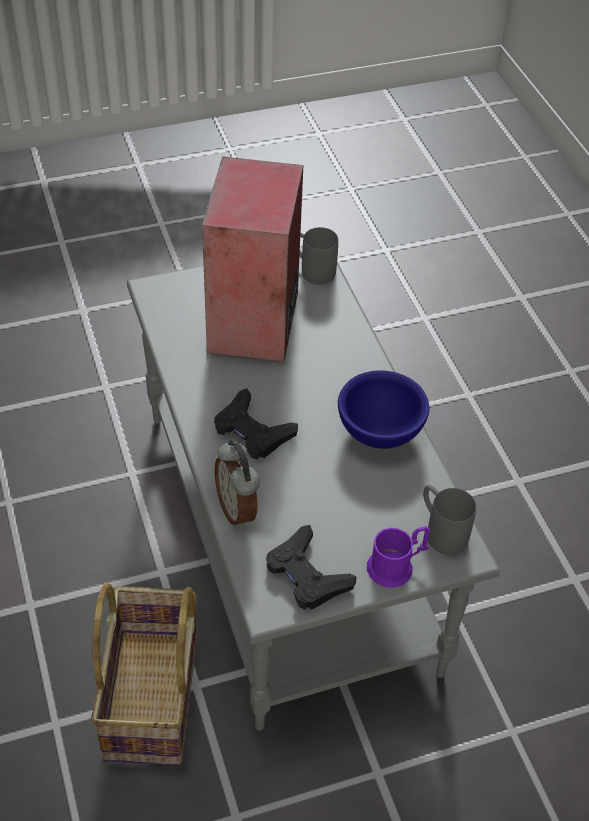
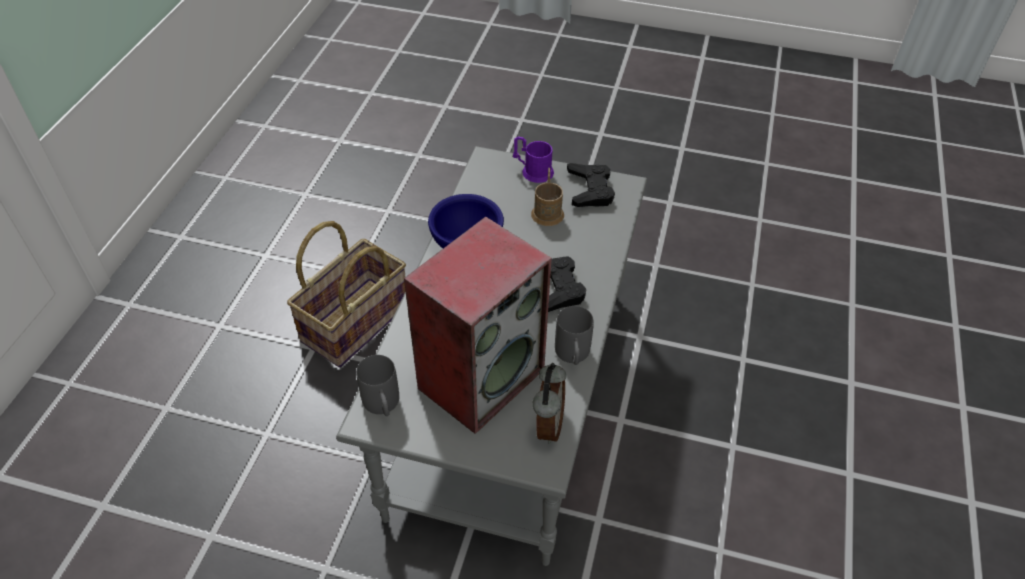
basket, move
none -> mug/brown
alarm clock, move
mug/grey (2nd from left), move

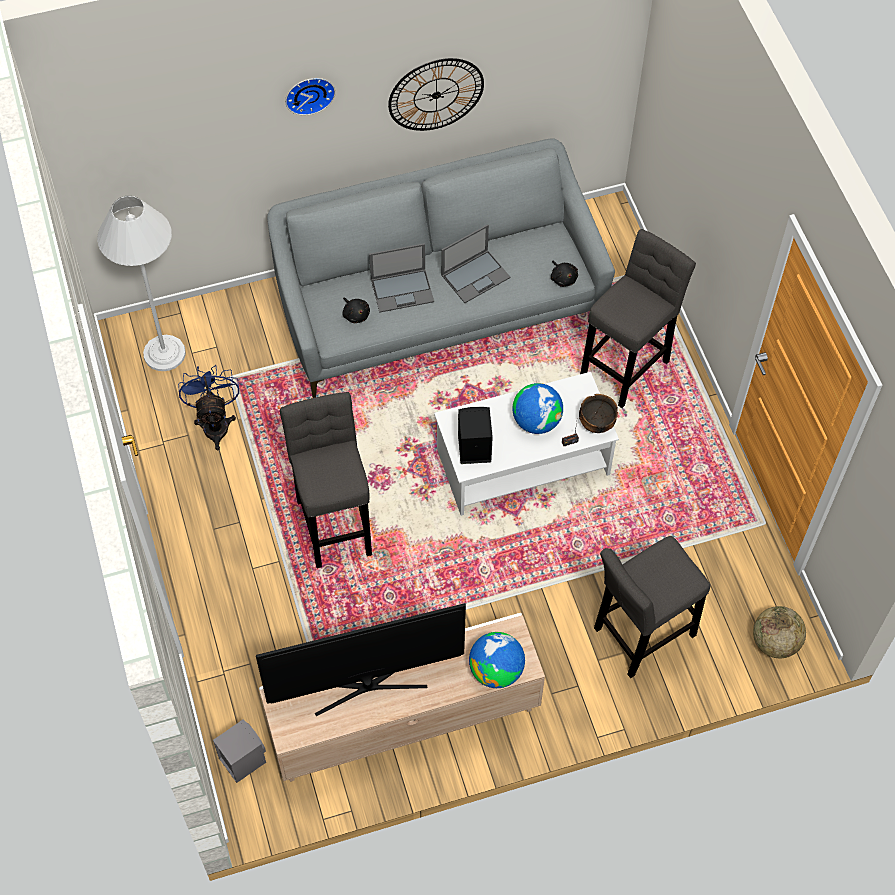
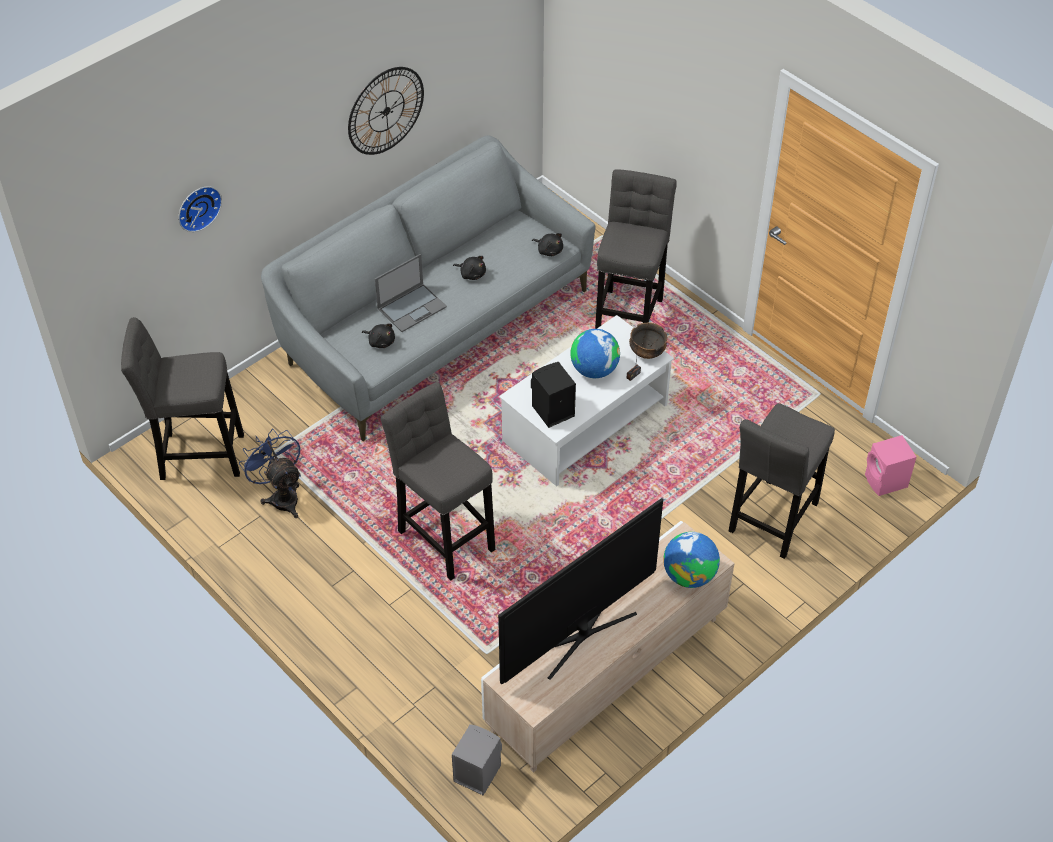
floor lamp/white -> stool/grey (1st from left)
wall clock (1st from left), move
laptop (2nd from left) -> plush toy/black (2nd from left)
globe (3rd from left) -> speaker/pink

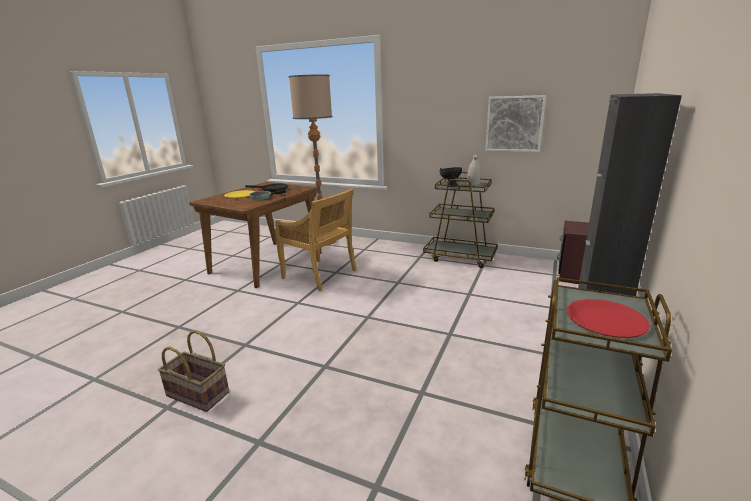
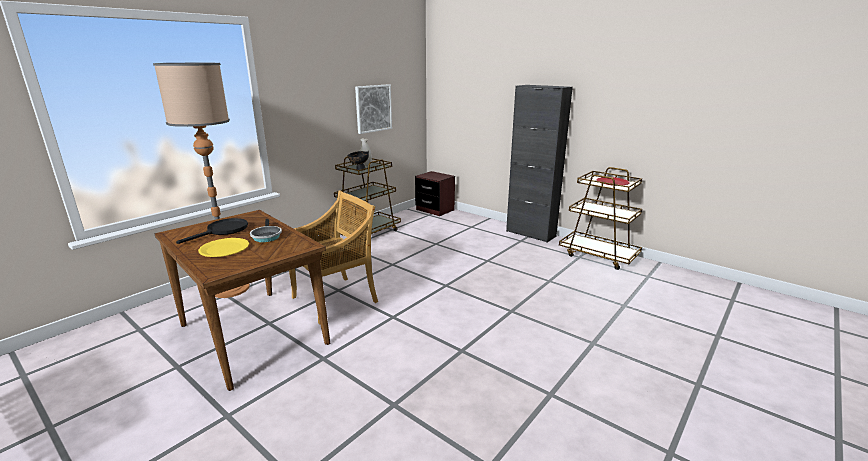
basket -> none

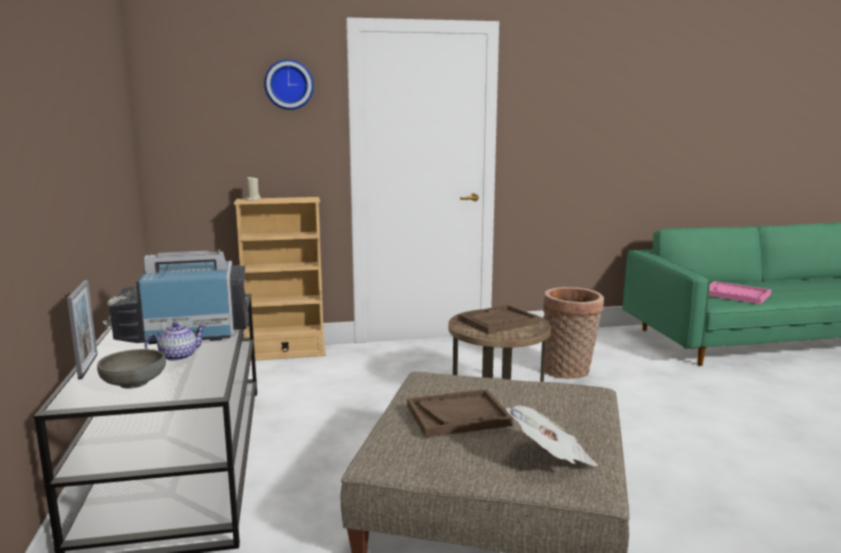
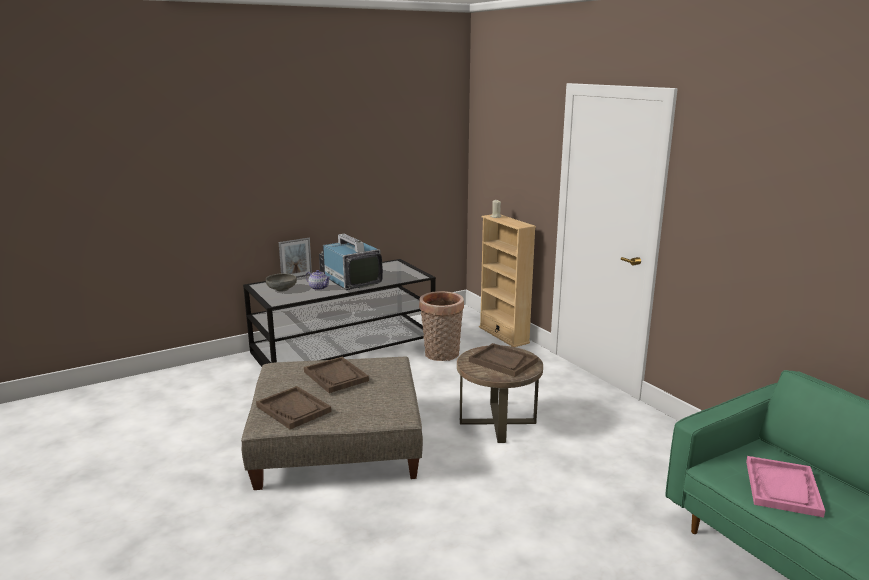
newspaper -> tray/brown (1st from left)
basket, move
wall clock -> none

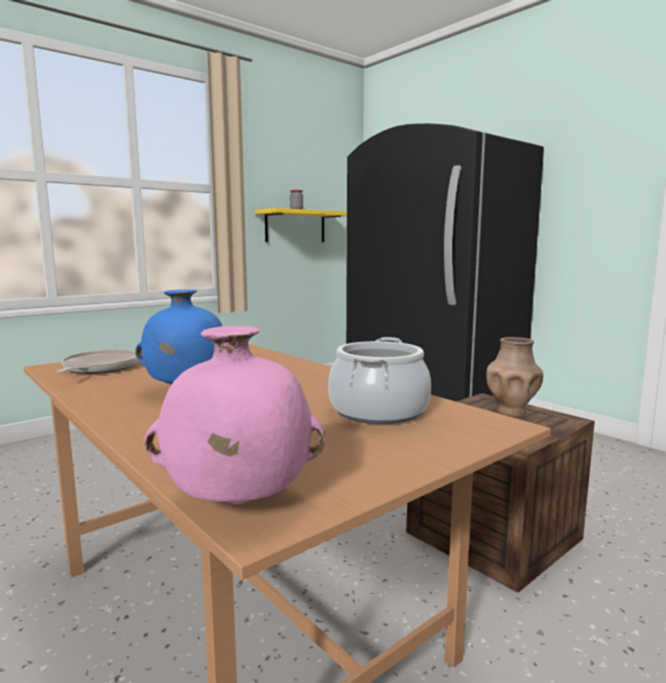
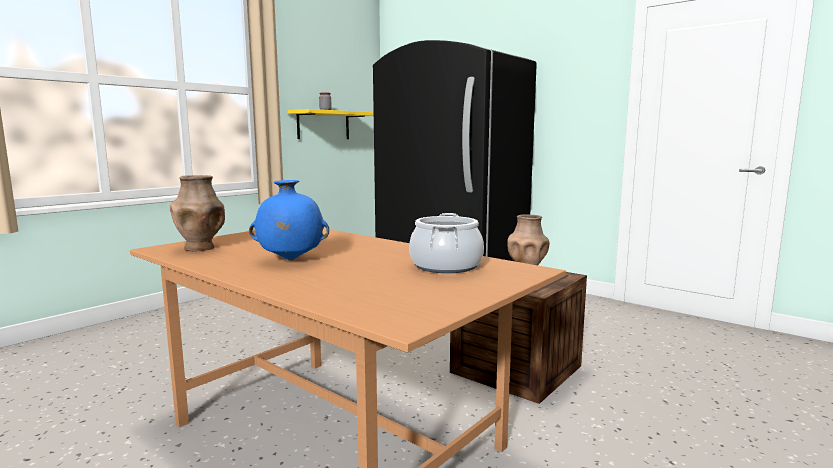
frying pan -> vase/brown (1st from left)
vase/pink -> none

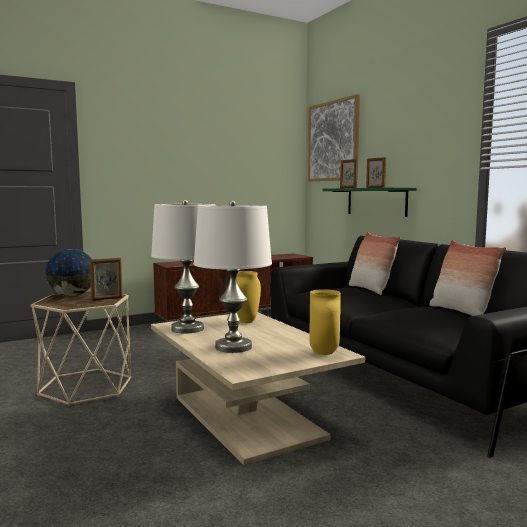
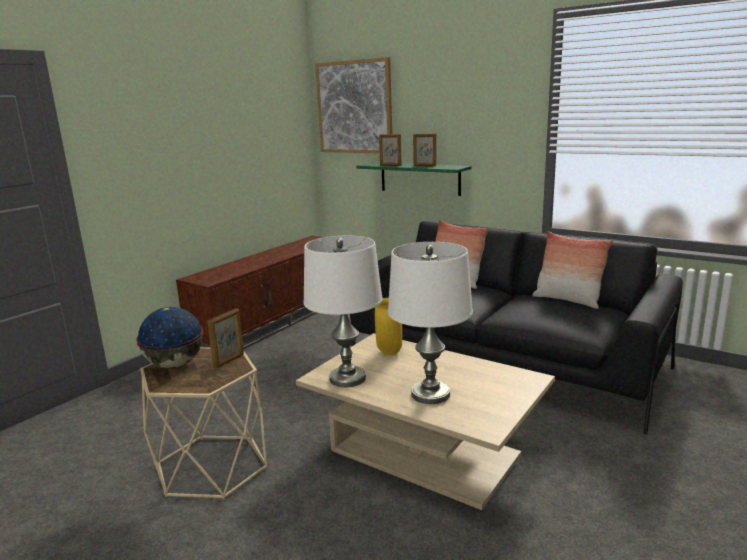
vase/yellow (2nd from left) -> none

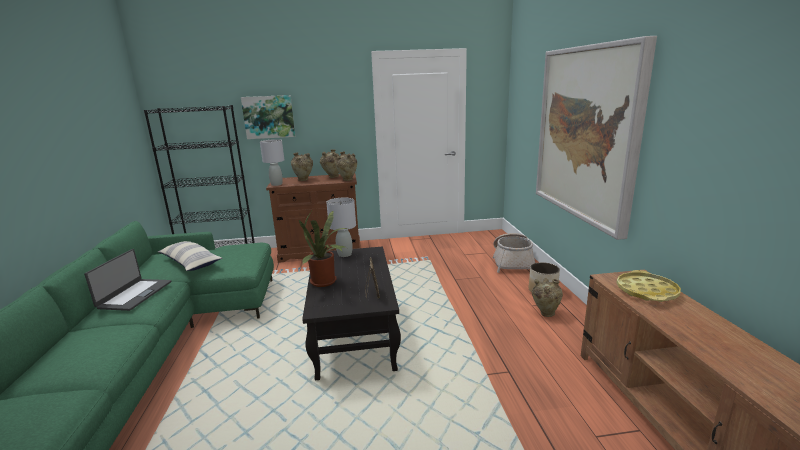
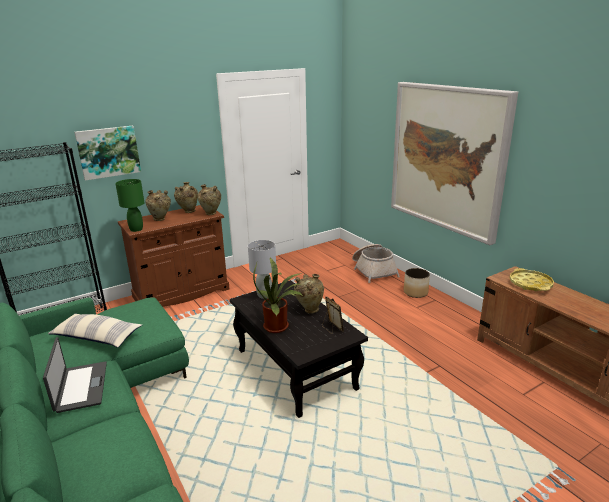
table lamp/grey (1st from left) -> table lamp/green
vase/beige (4th from left), move

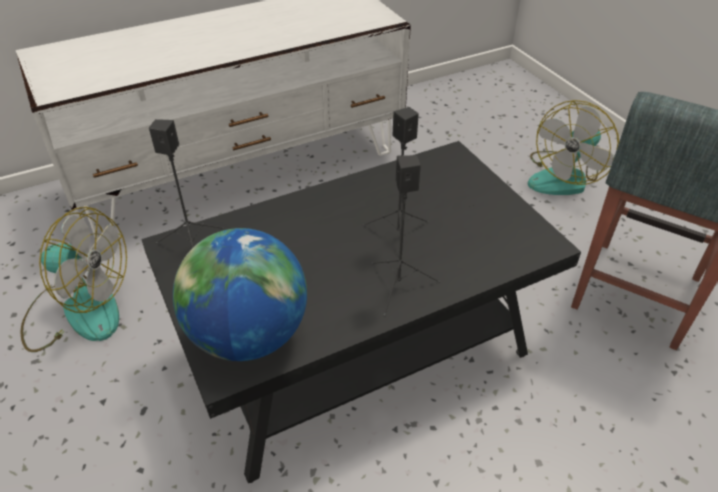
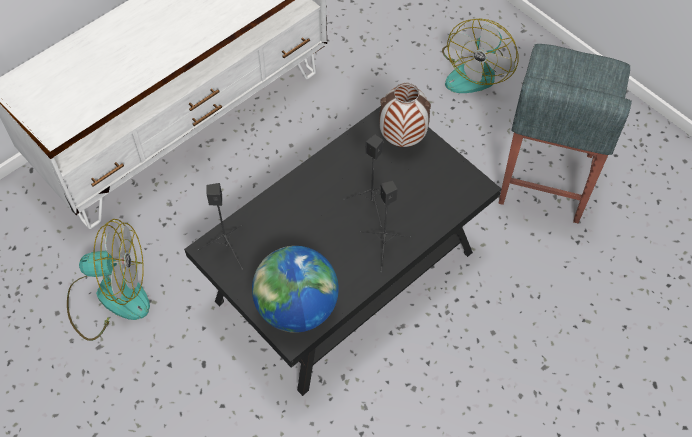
none -> vase

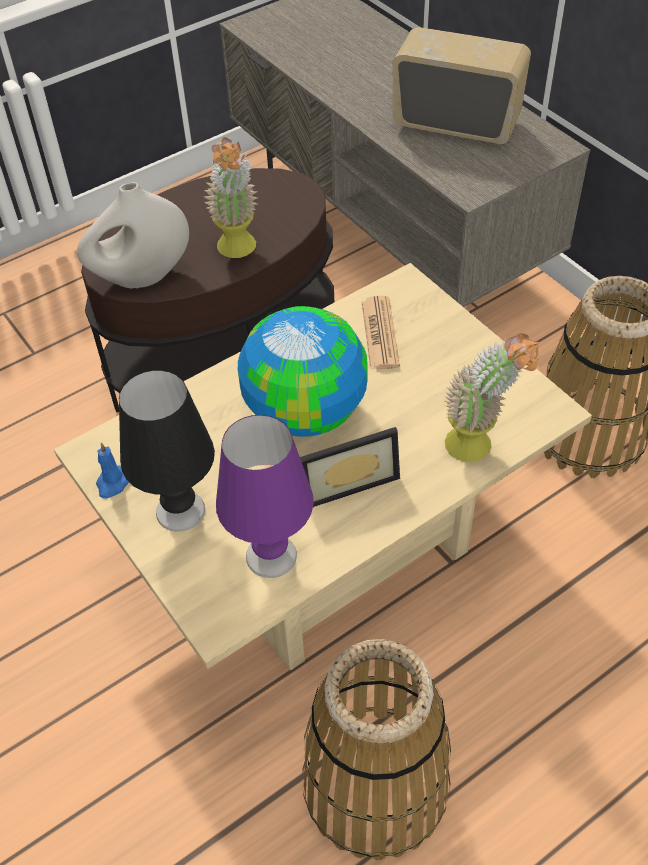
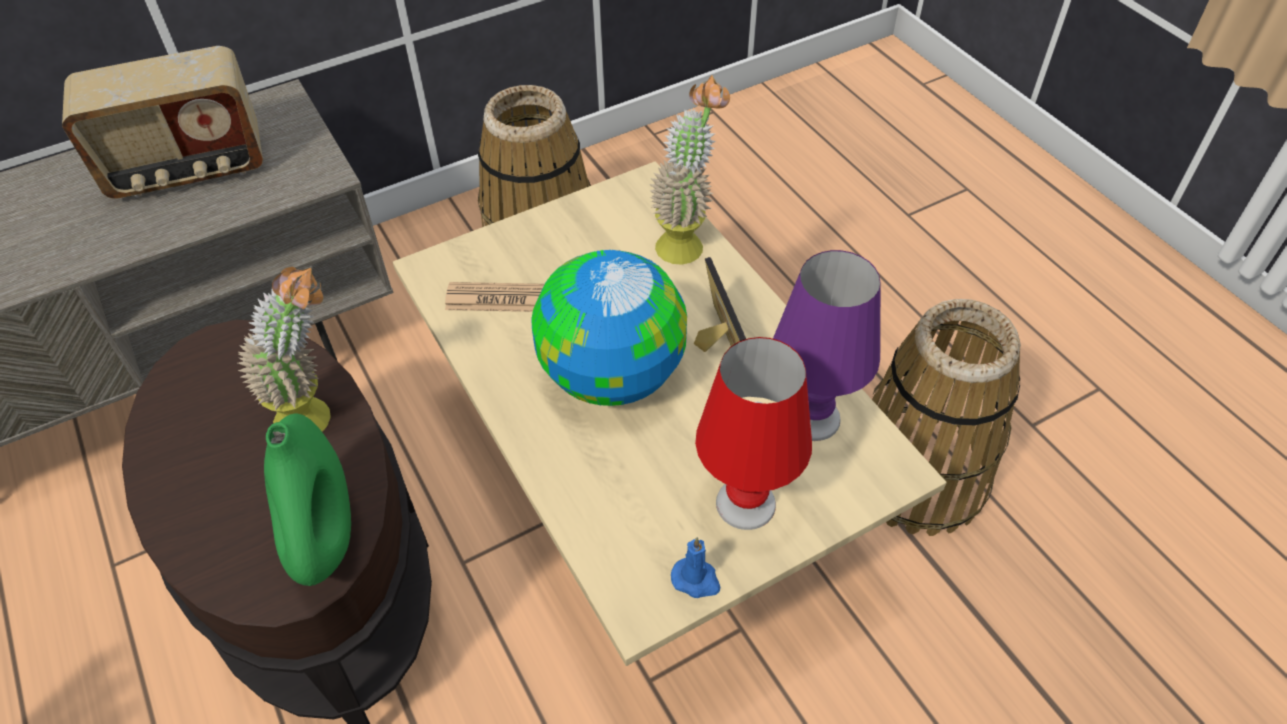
radio, 135 degrees counterclockwise
vase/white -> vase/green
table lamp/black -> table lamp/red

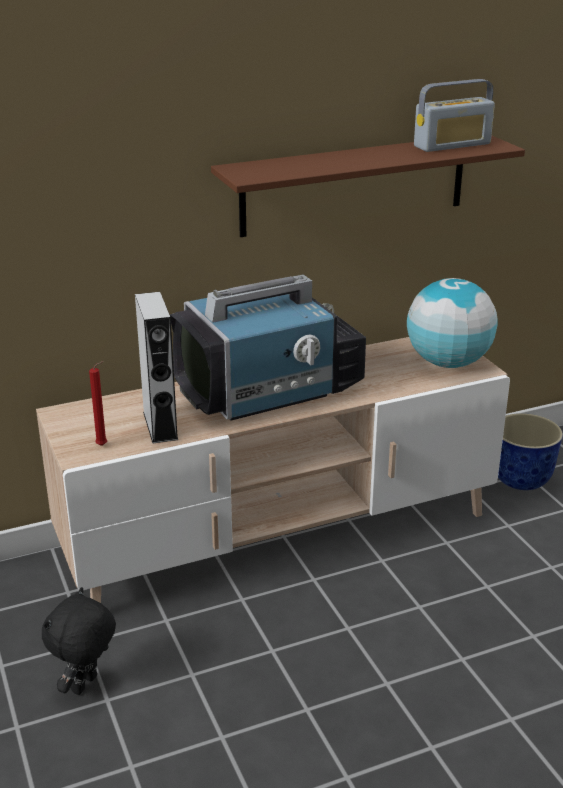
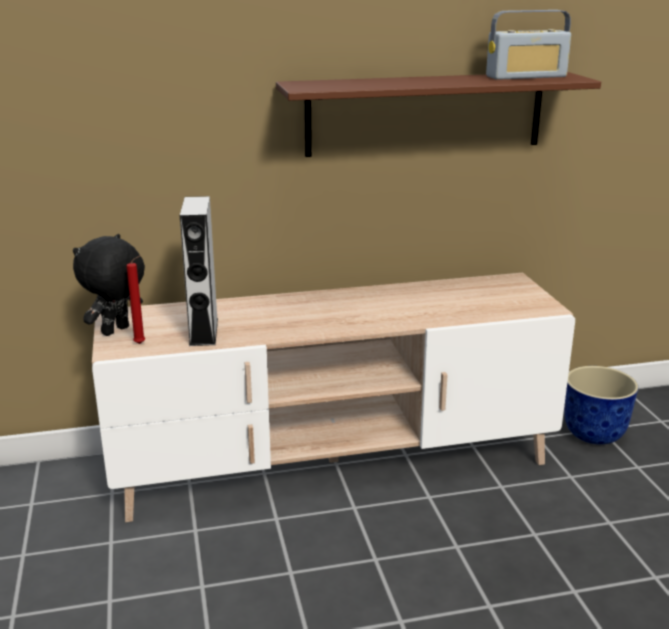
plush toy/black, move
television -> none
globe -> none

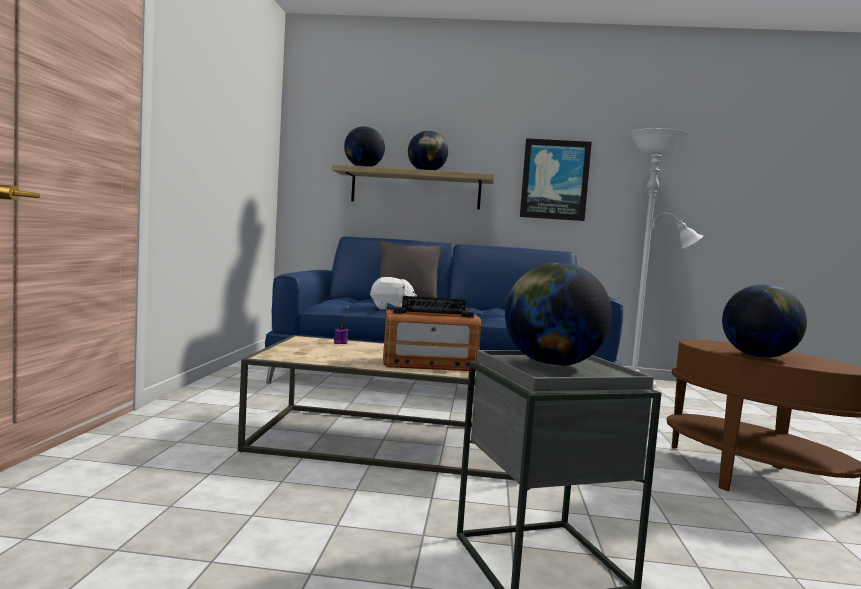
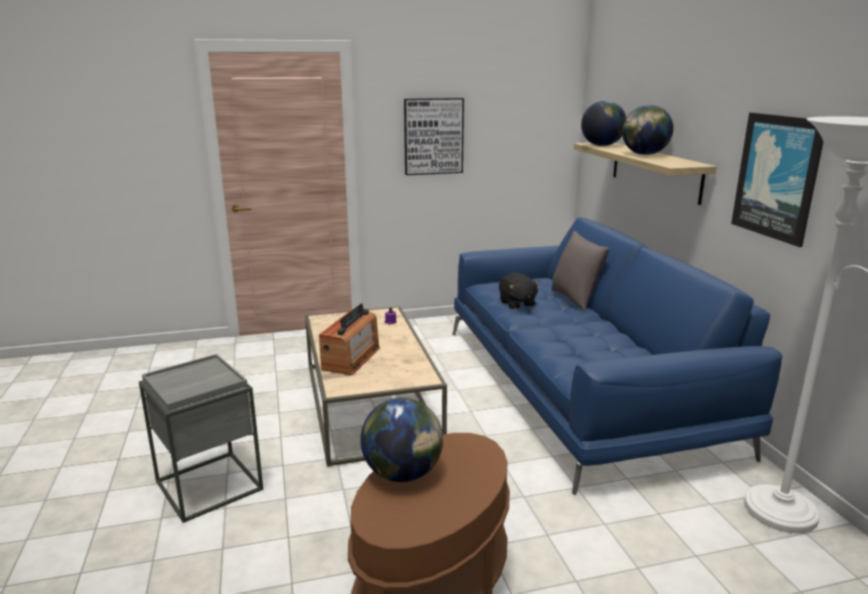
radio, 135 degrees counterclockwise
none -> picture (1st from left)
plush toy/white -> plush toy/black
globe (3rd from left) -> none

